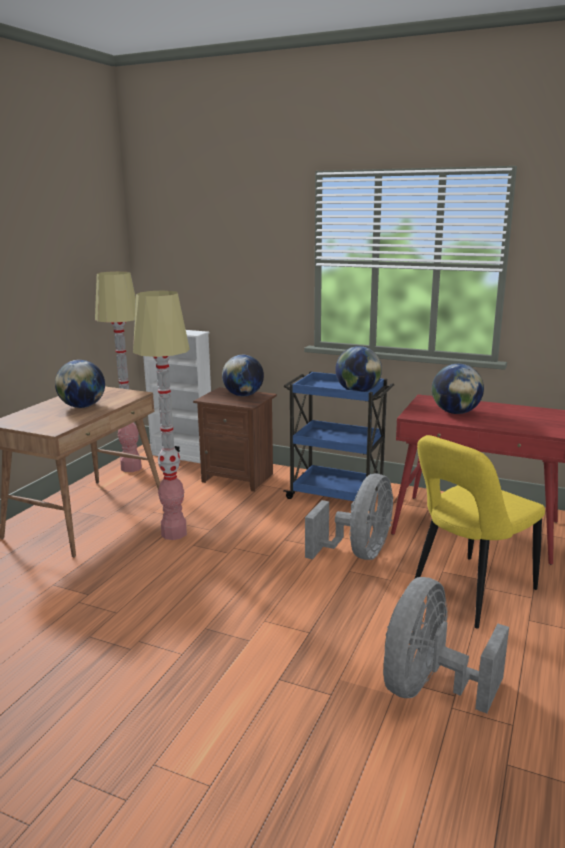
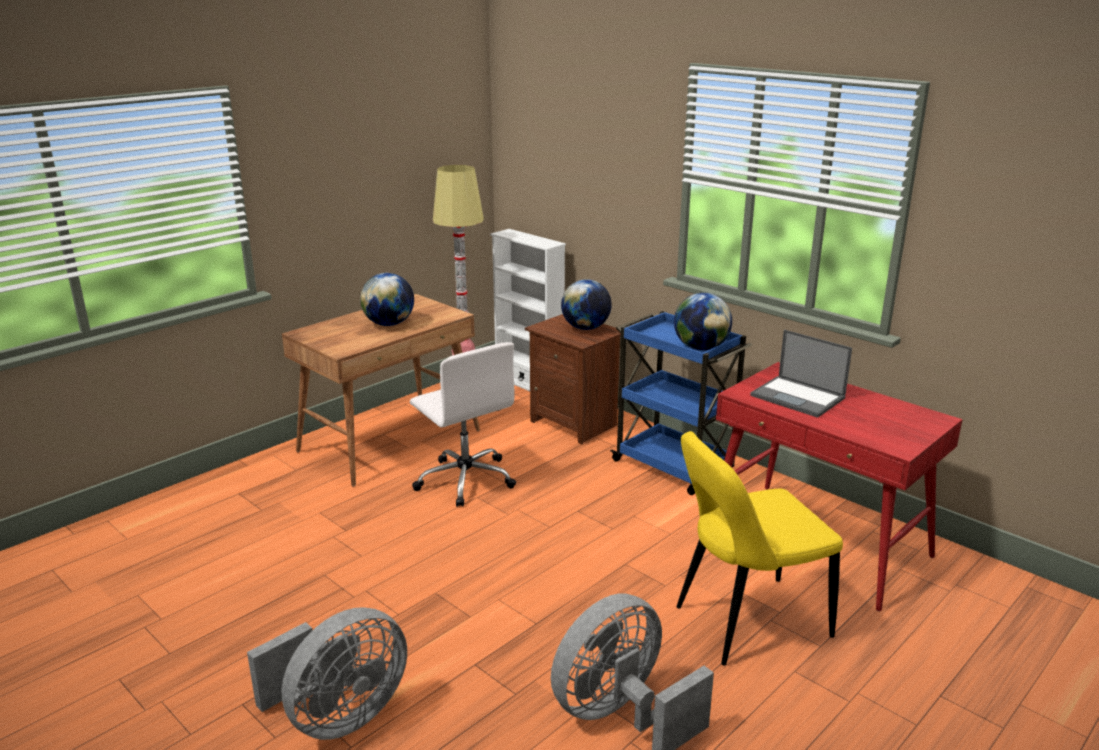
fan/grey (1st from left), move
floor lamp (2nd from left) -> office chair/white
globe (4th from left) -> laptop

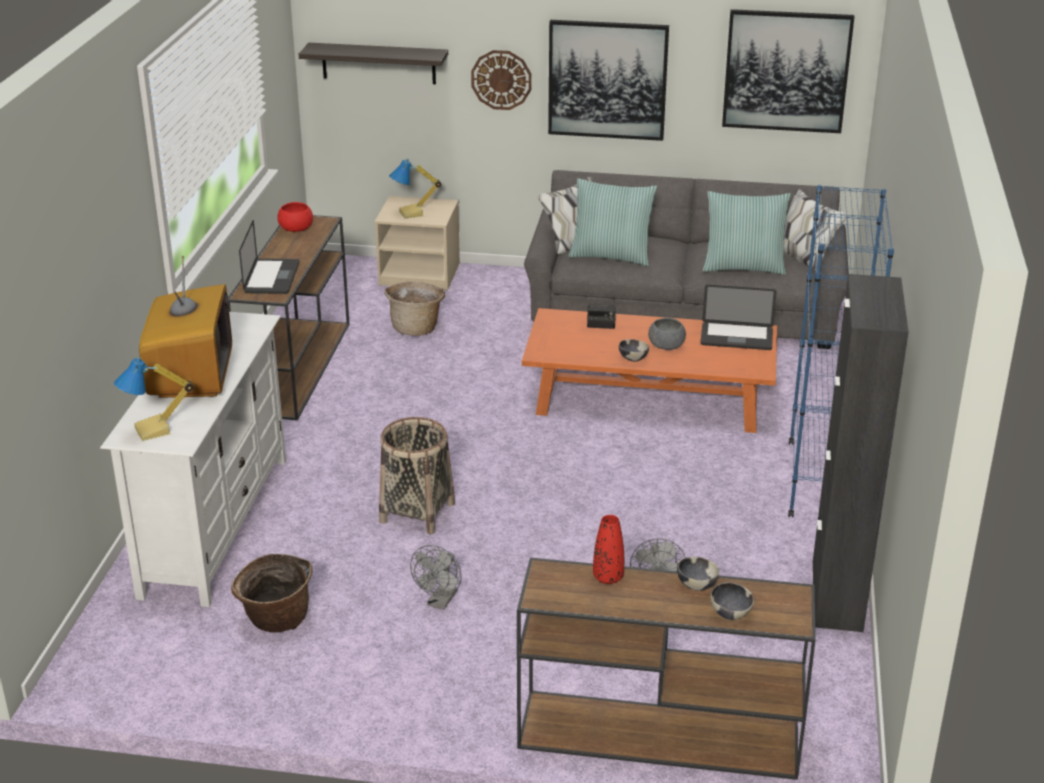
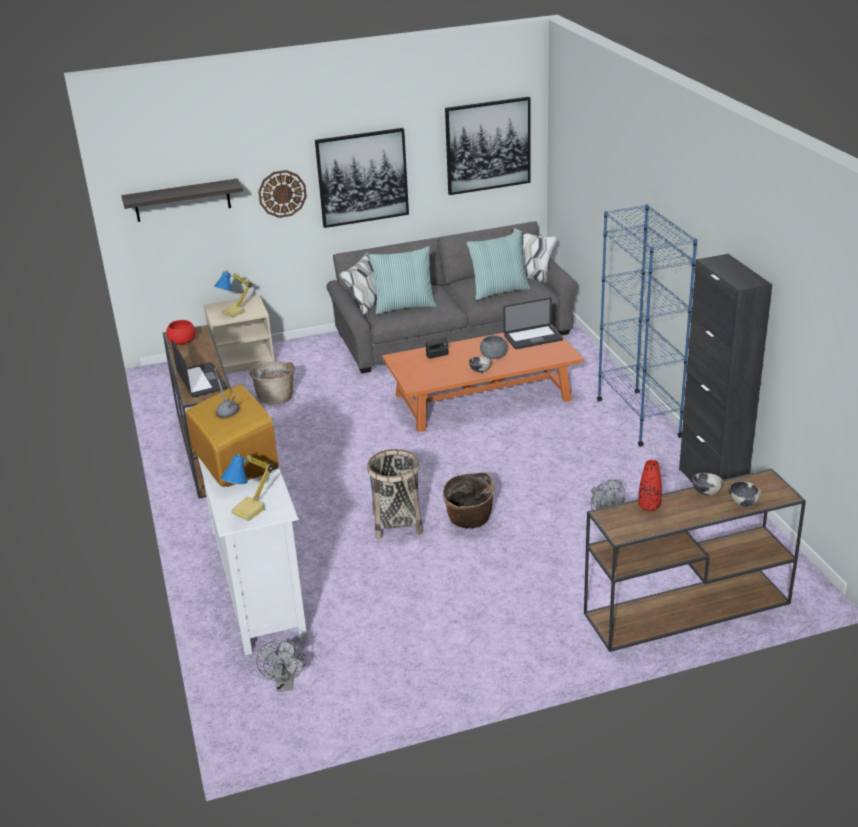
fan/grey (1st from left), move
basket (1st from left in the first image) -> basket (3rd from left), move

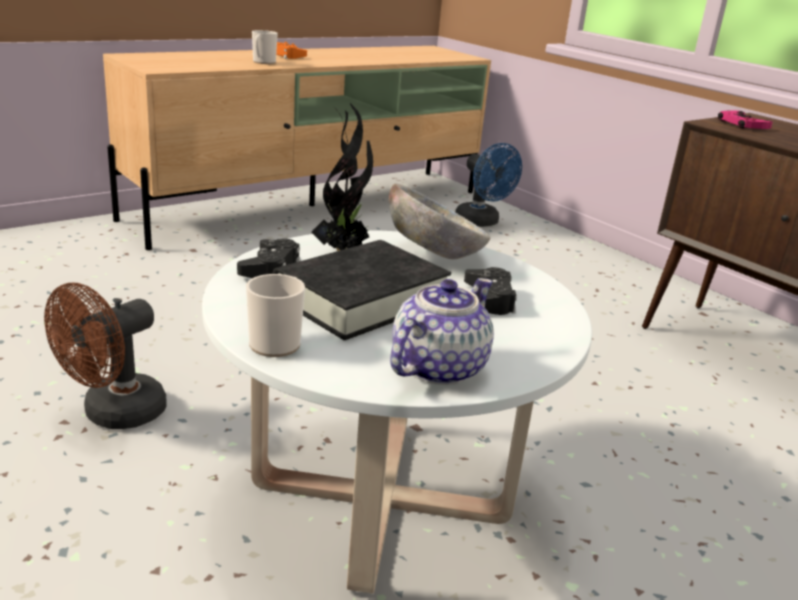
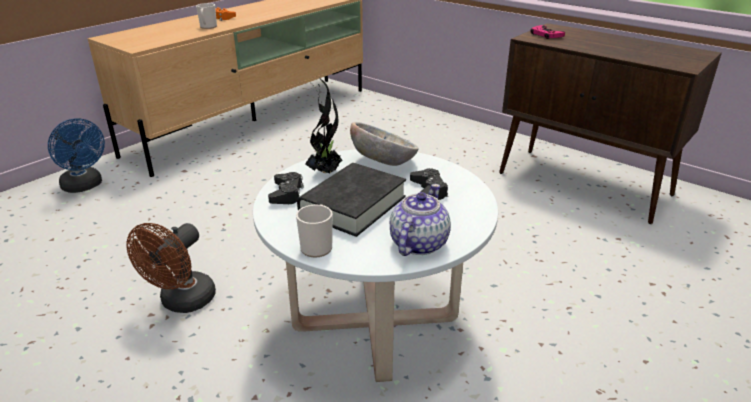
fan/blue, move

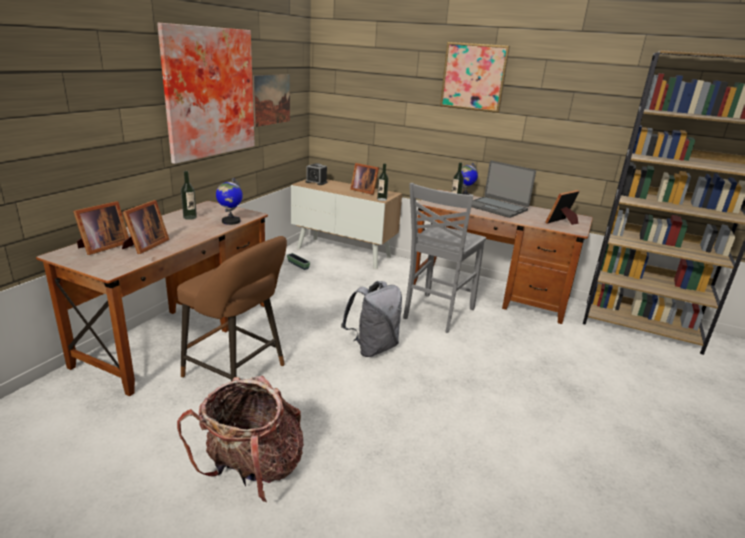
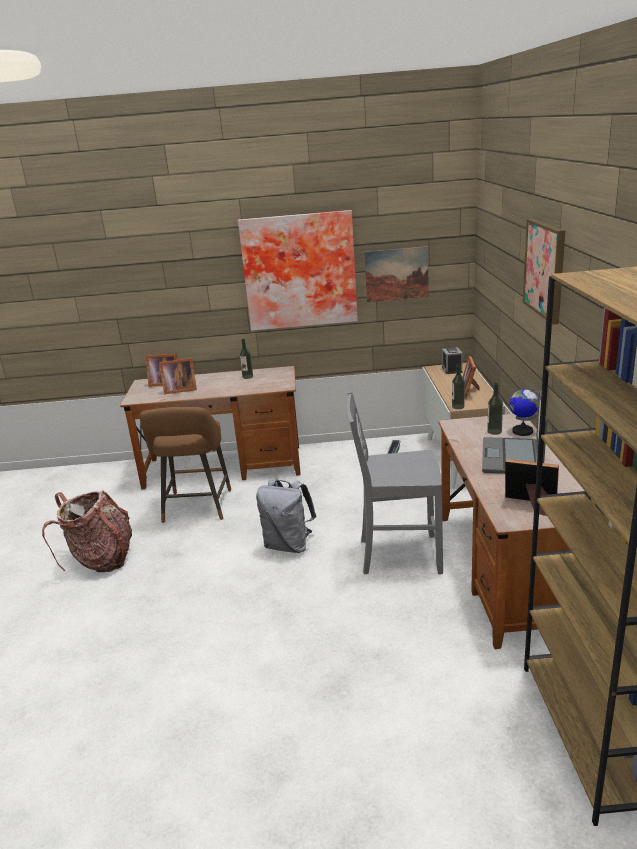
globe (1st from left) -> none

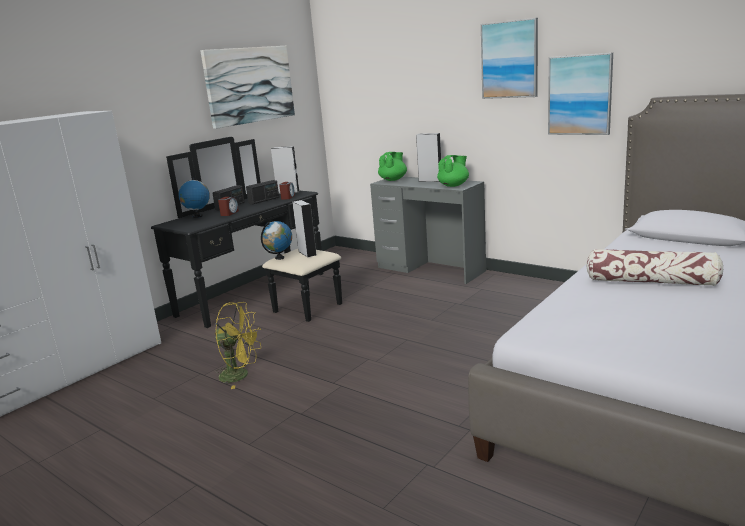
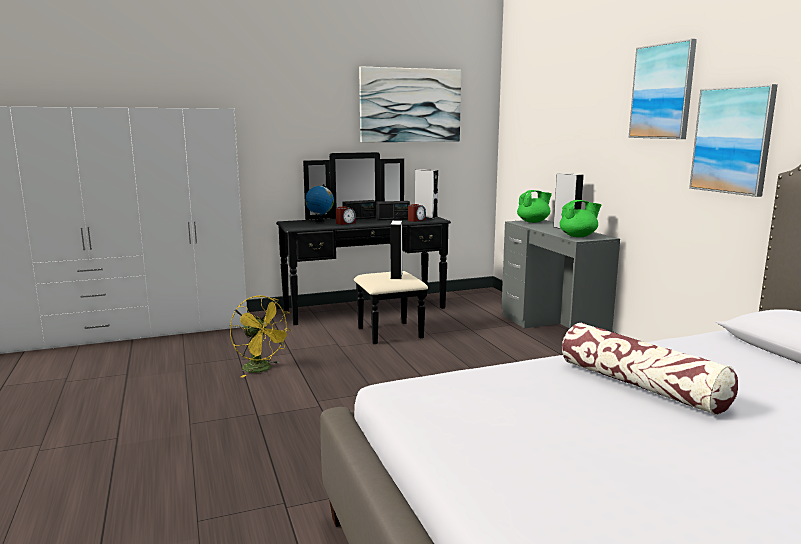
globe (2nd from left) -> none

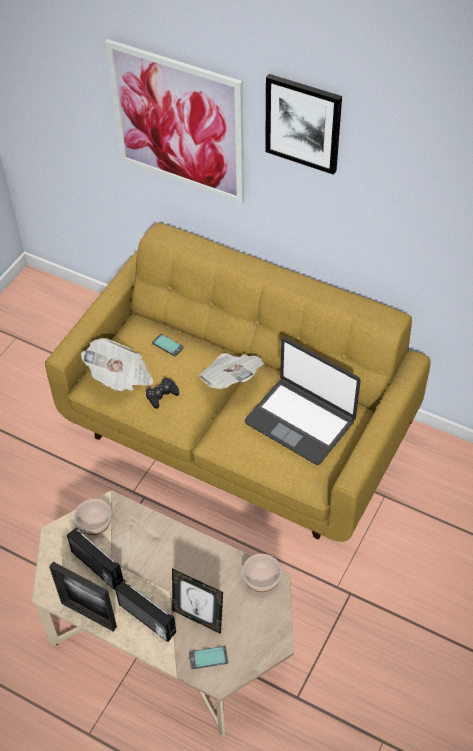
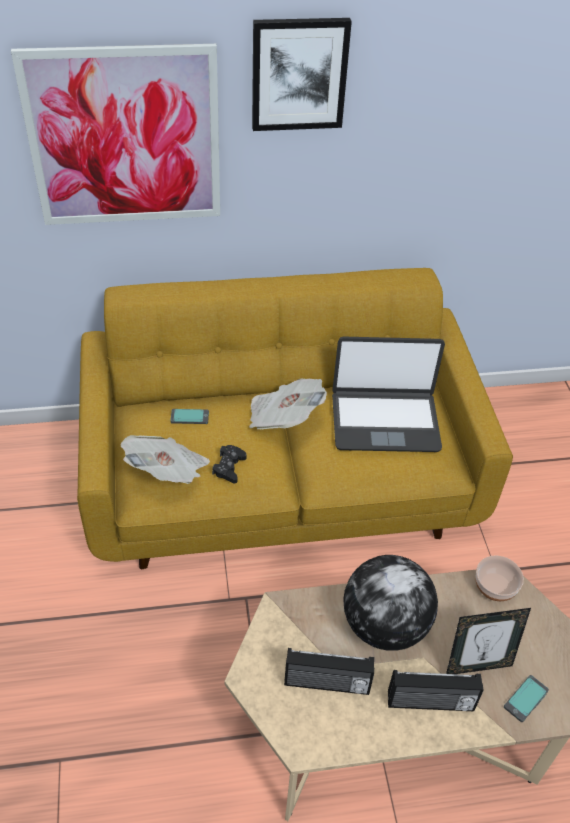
none -> globe
picture frame (1st from left) -> none
bowl (1st from left) -> none

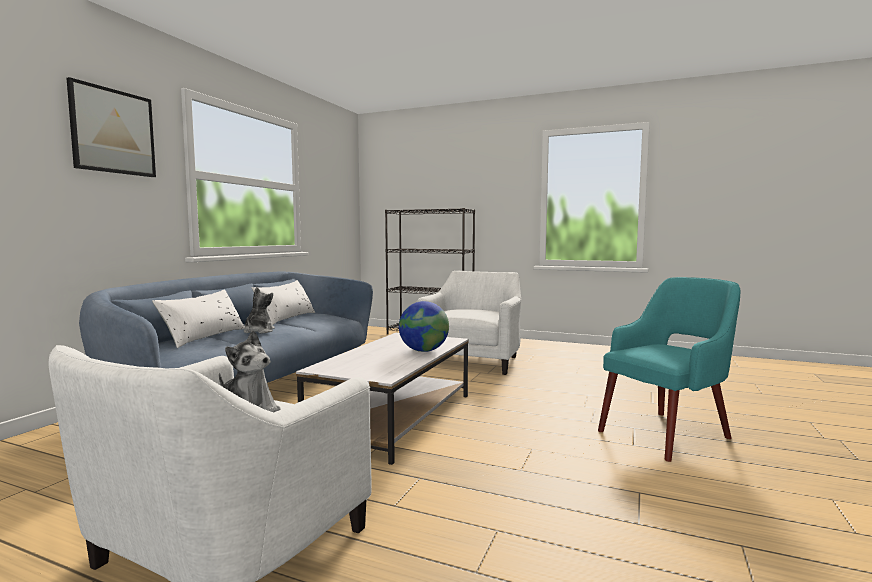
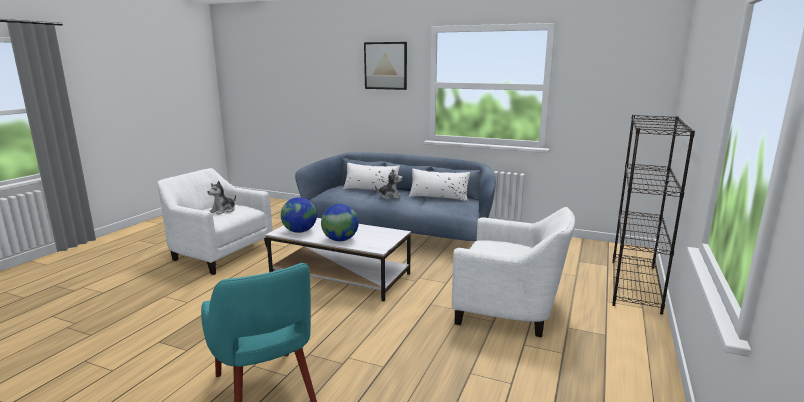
none -> globe (1st from left)

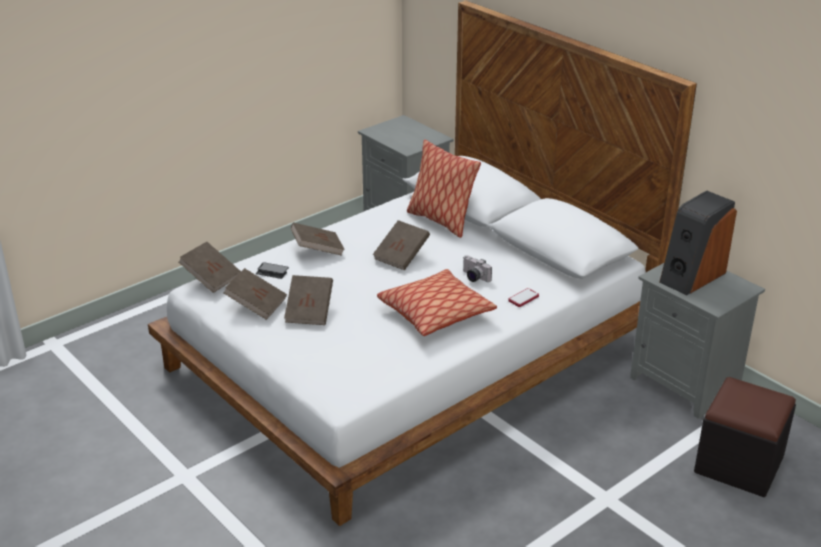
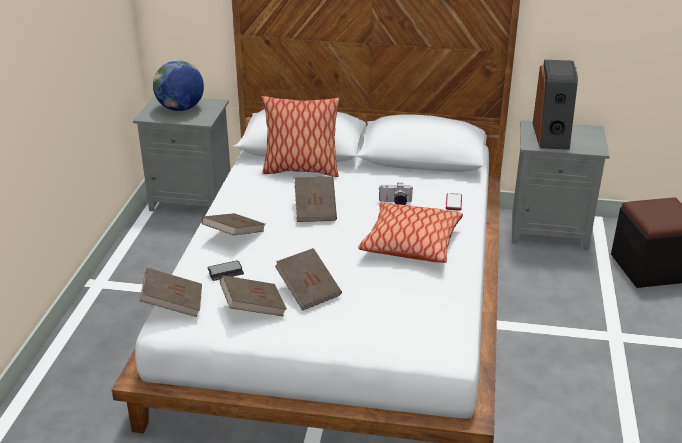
none -> globe

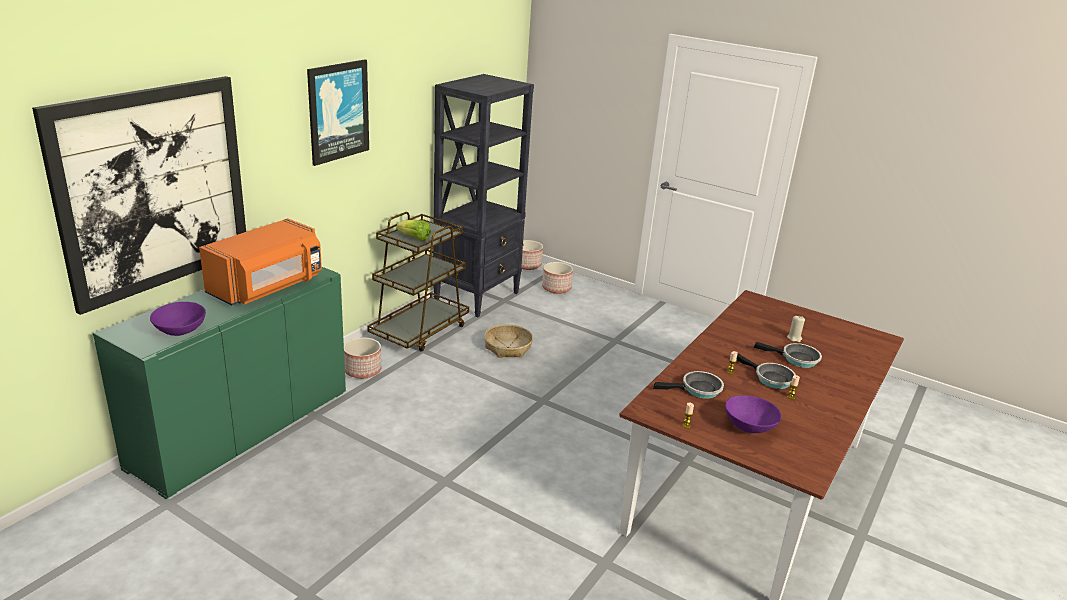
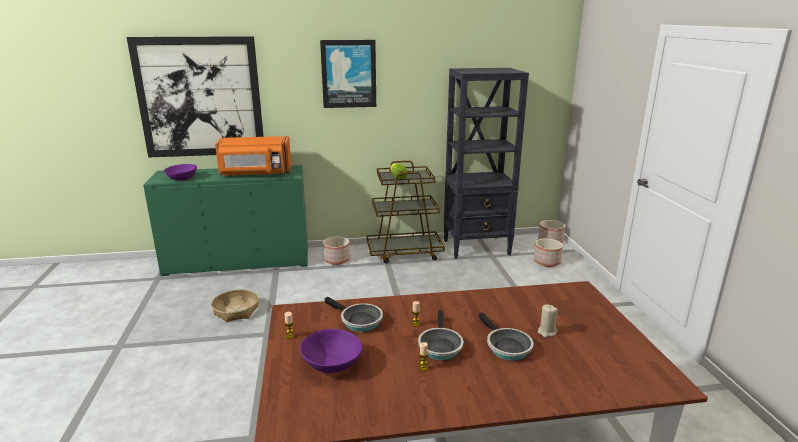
basket, move

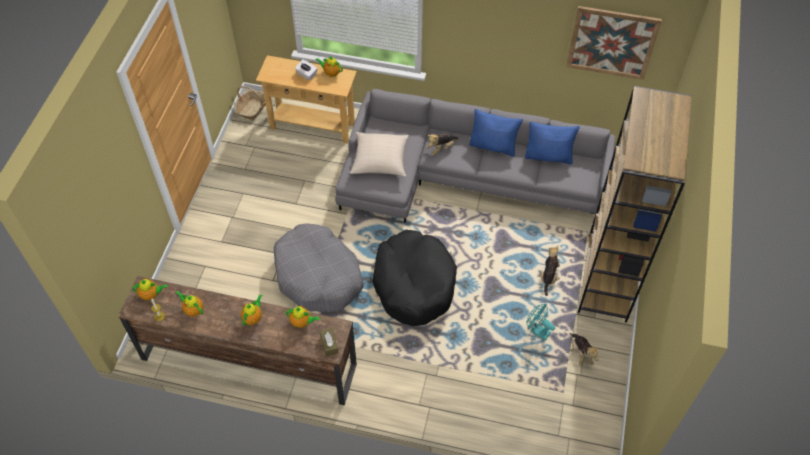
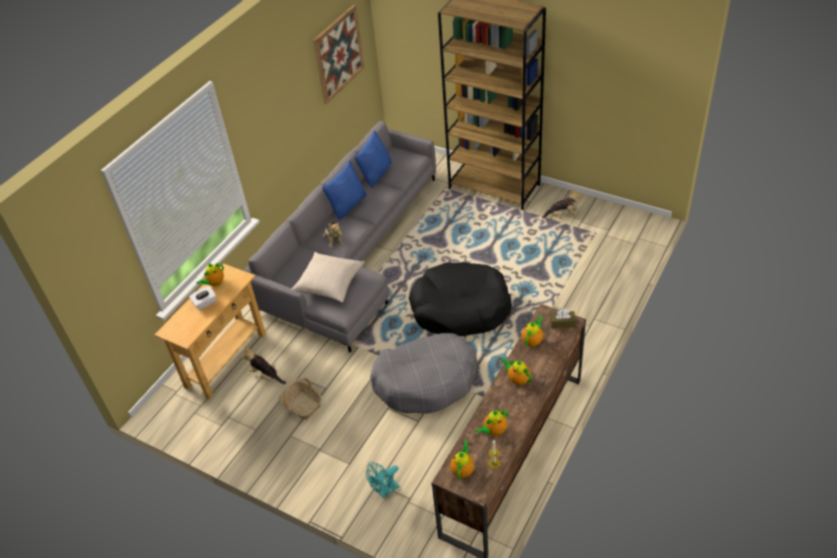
plush toy (2nd from left in the first image) -> plush toy (1st from left), move
basket, move
fan/turquoise, move

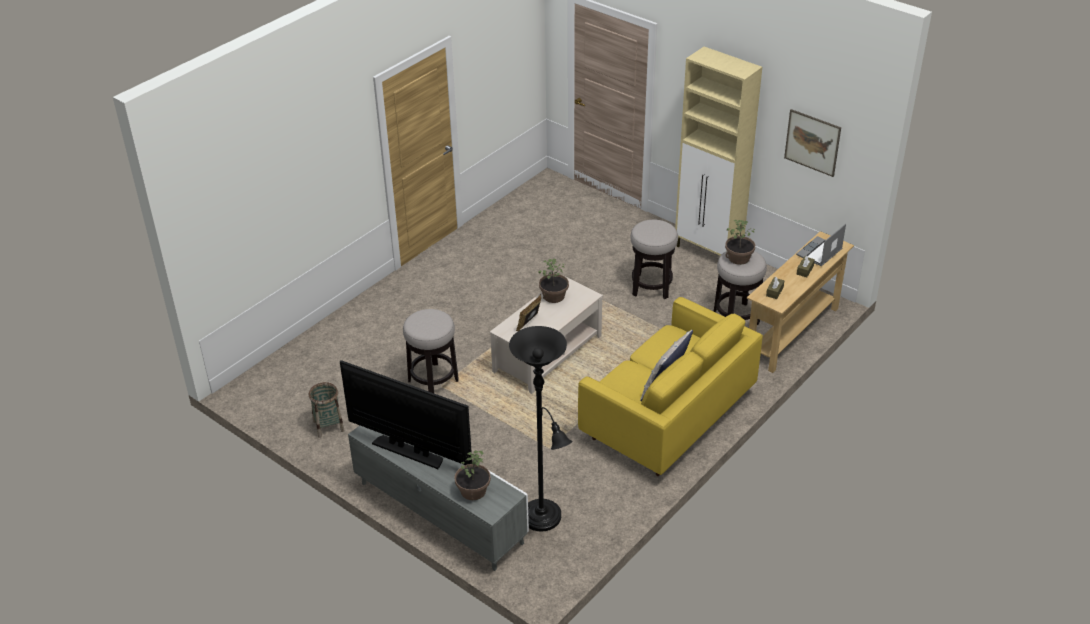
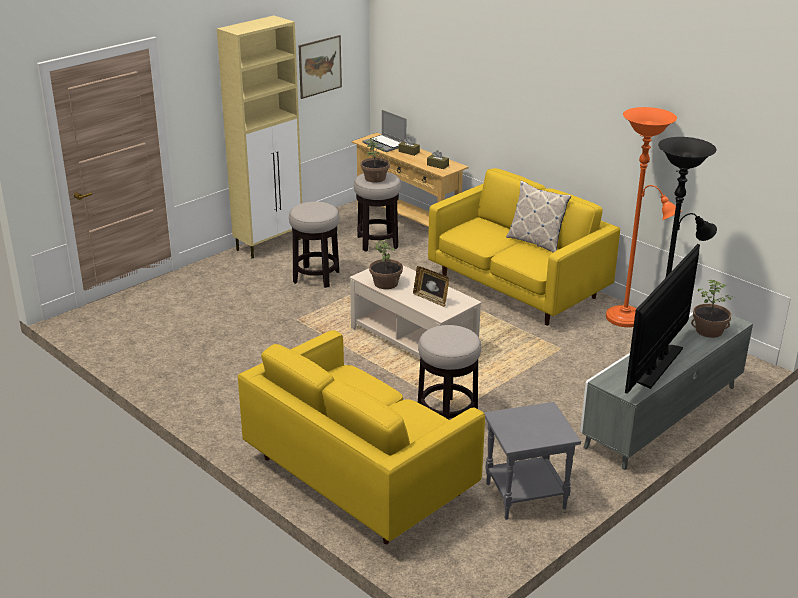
none -> sofa/yellow (1st from left)
basket -> side table/grey
none -> floor lamp/orange

